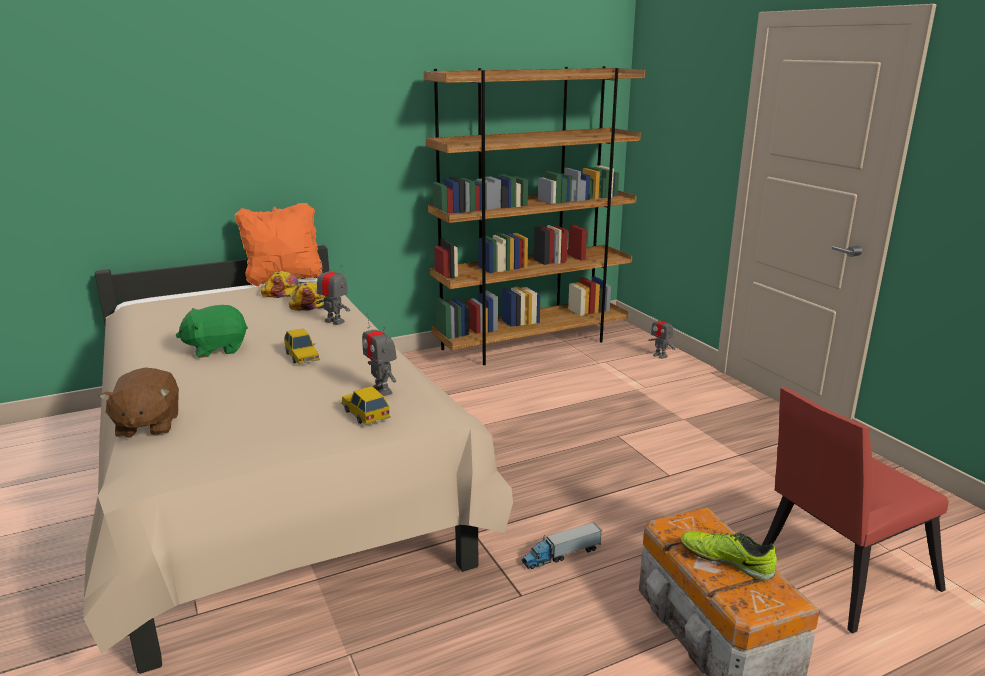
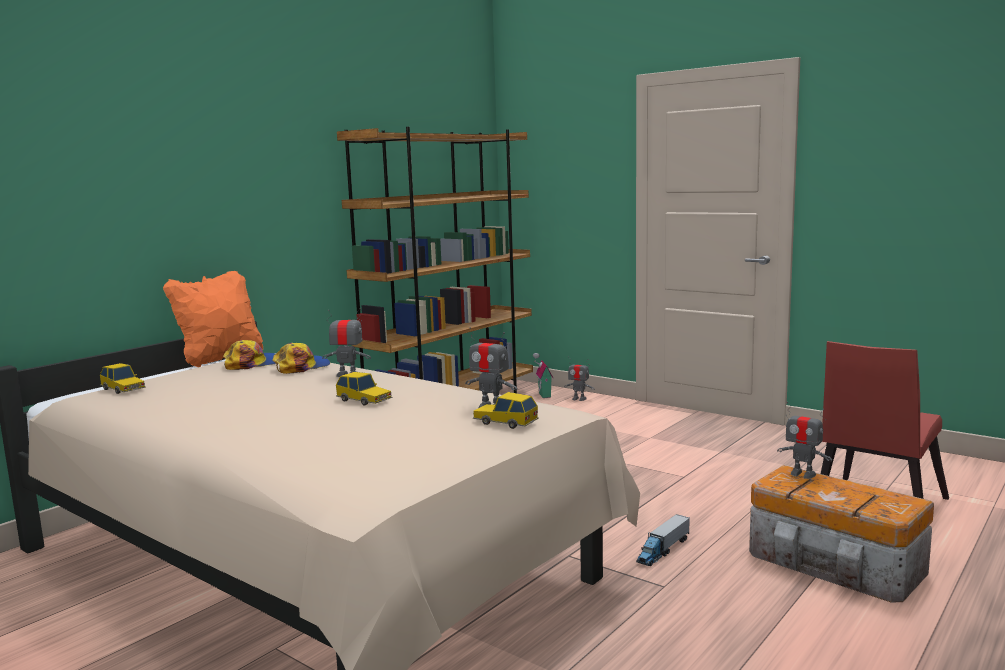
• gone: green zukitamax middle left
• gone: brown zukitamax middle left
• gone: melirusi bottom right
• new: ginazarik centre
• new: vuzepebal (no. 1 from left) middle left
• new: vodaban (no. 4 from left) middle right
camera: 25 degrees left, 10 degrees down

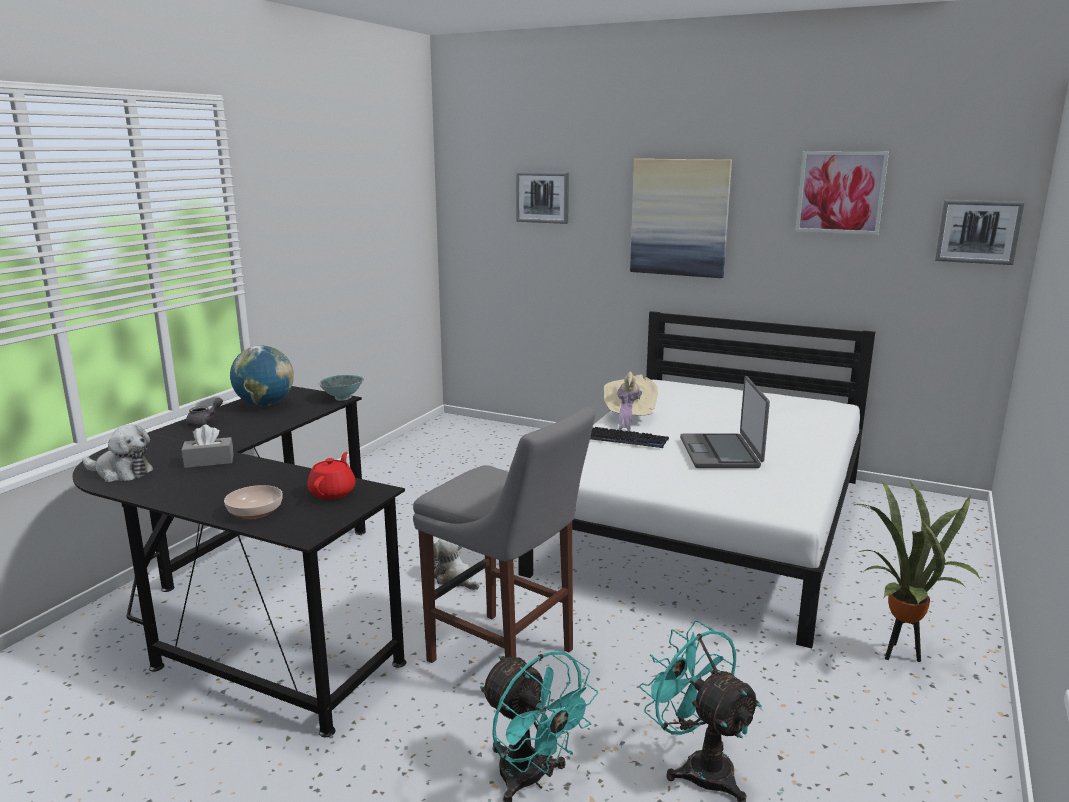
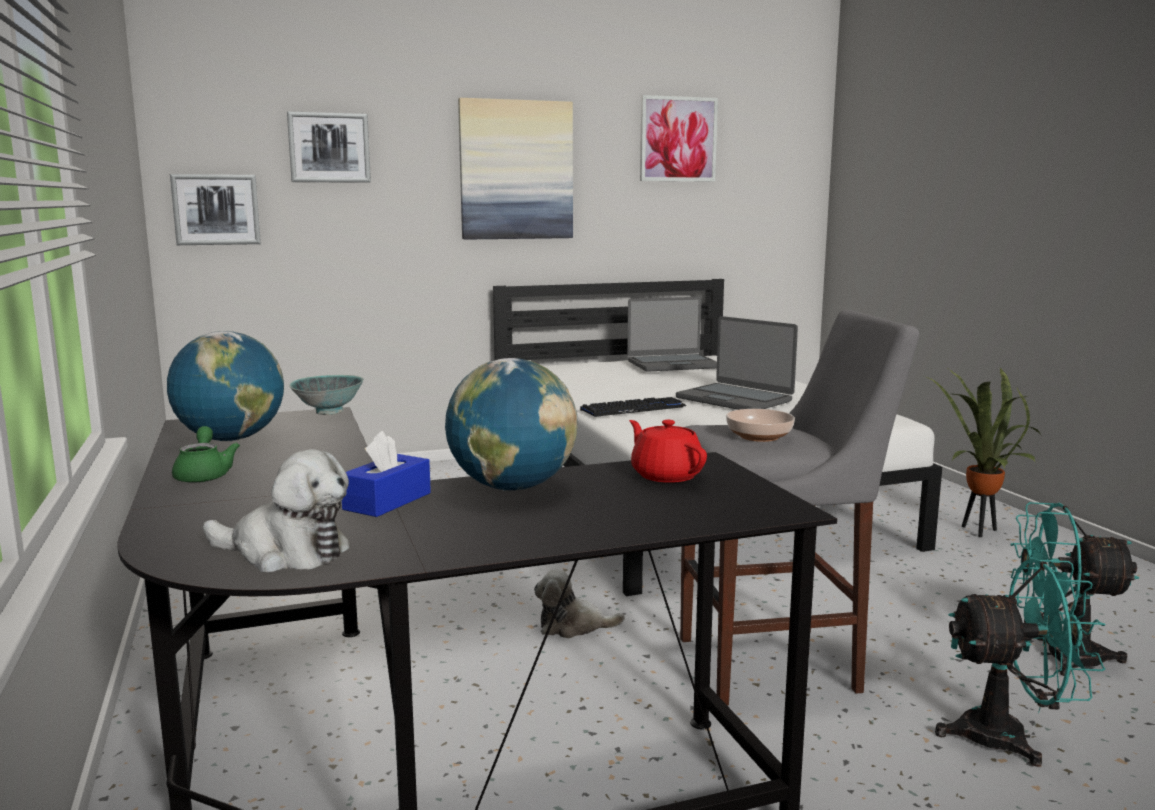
• shifted: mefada (no. 4 from left in the first image) top right to mefada (no. 1 from left) top left
• gone: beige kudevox centre
• repainted: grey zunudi middle left to green zunudi middle left
• rotated: zukitamax (no. 1 from left) middle left = middle left 45 degrees clockwise
• repainted: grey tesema middle left to blue tesema centre
• shifted: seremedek (no. 1 from left in the first image) middle left to seremedek (no. 2 from left) centre
• new: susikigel (no. 1 from left) centre
• new: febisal (no. 2 from left) centre
camera: 45 degrees left, 5 degrees down

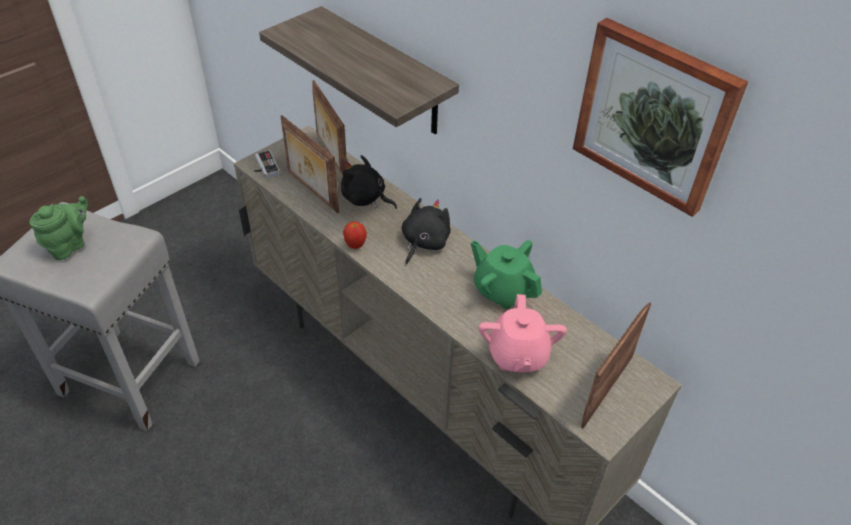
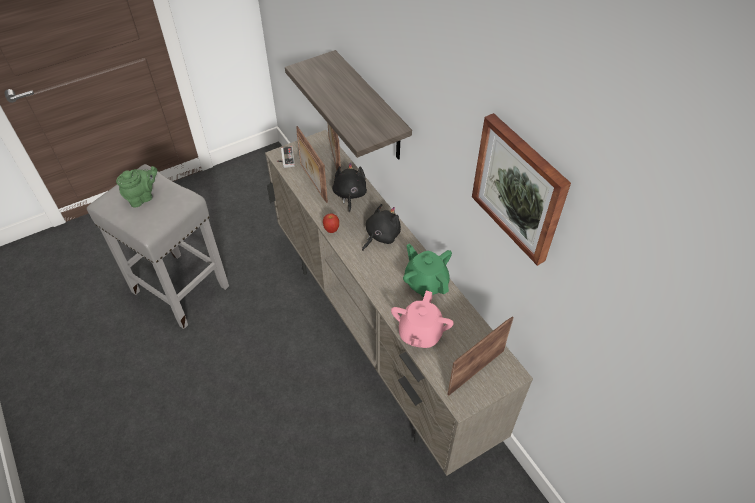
• rotated: black zukitamax (no. 1 from left) centre = centre 45 degrees clockwise
camera: 15 degrees right, 5 degrees up

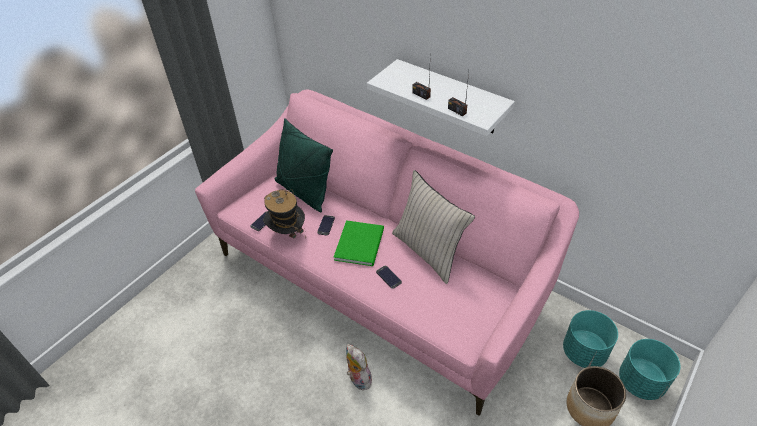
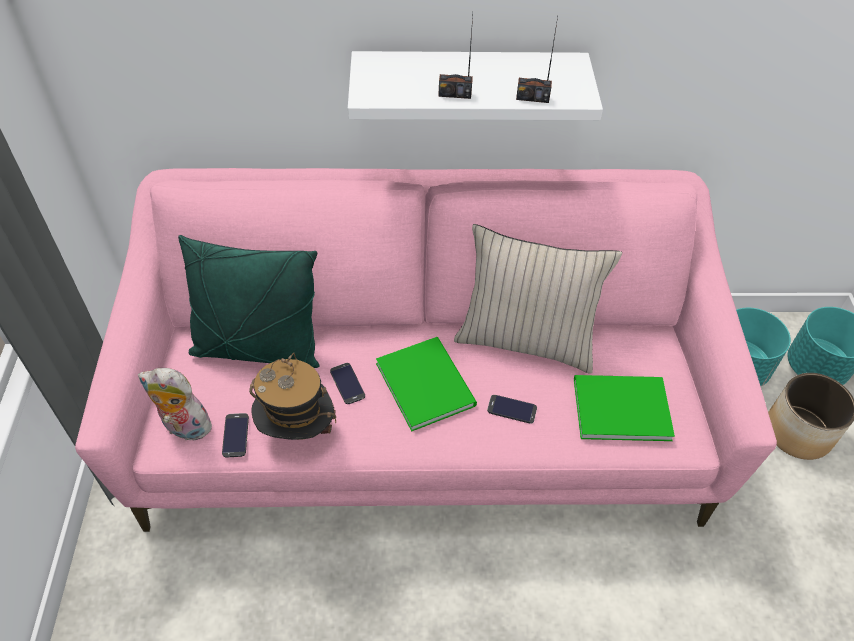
• shifted: zukitamax bottom centre to middle left
• new: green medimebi (no. 2 from left) middle right
camera: 40 degrees left, 5 degrees up

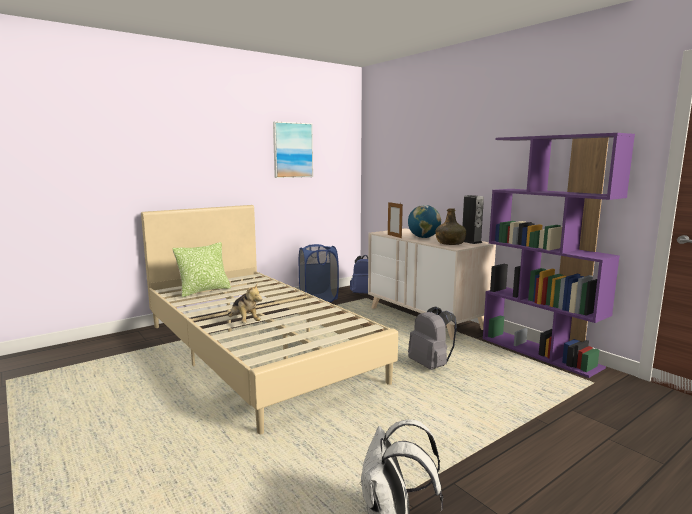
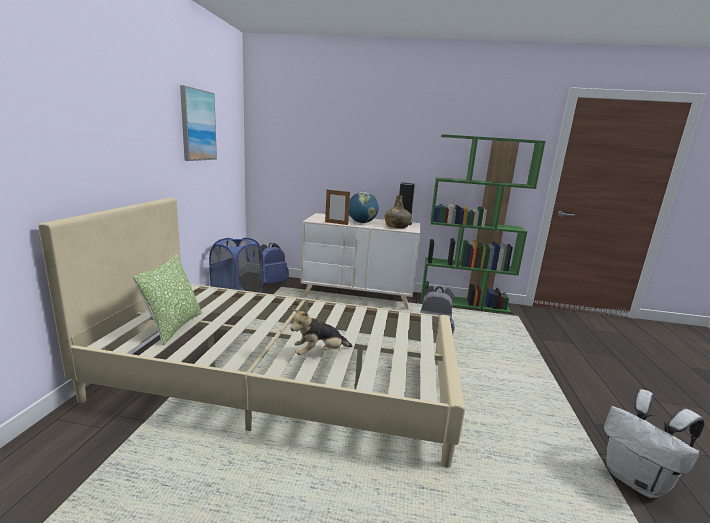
• repainted: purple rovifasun middle right to green rovifasun middle right
• rotated: zukitamax centre = centre 150 degrees clockwise
camera: 45 degrees left, 5 degrees up

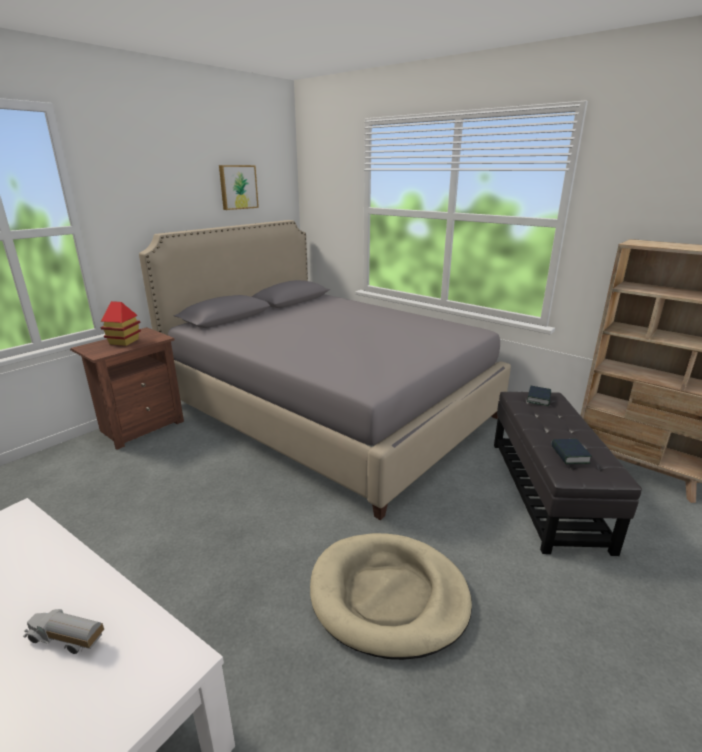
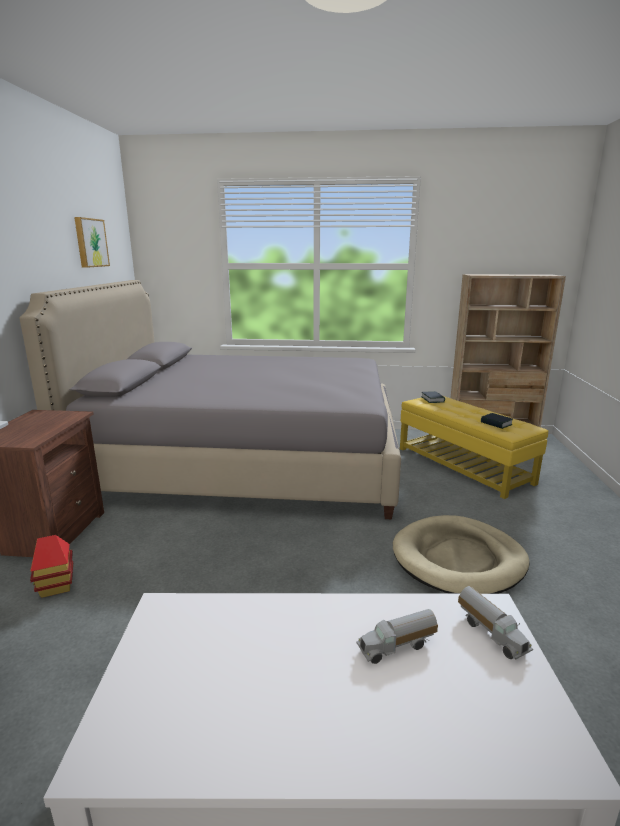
• shifted: ginazarik middle left to bottom left
• repainted: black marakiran middle right to yellow marakiran middle right
• new: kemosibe (no. 2 from left) bottom right
camera: 35 degrees left, 5 degrees down

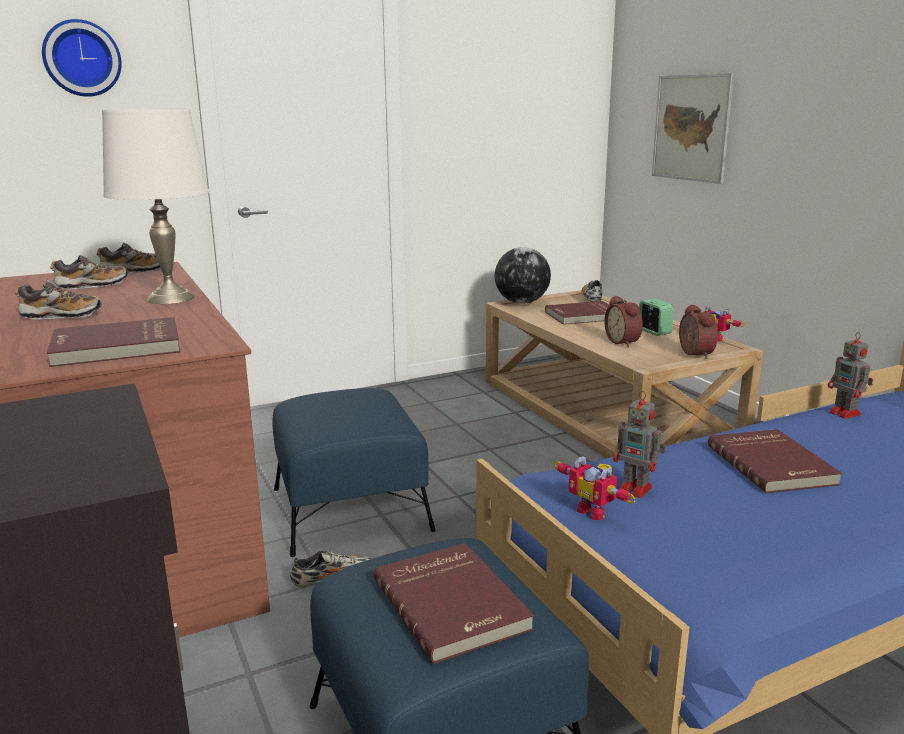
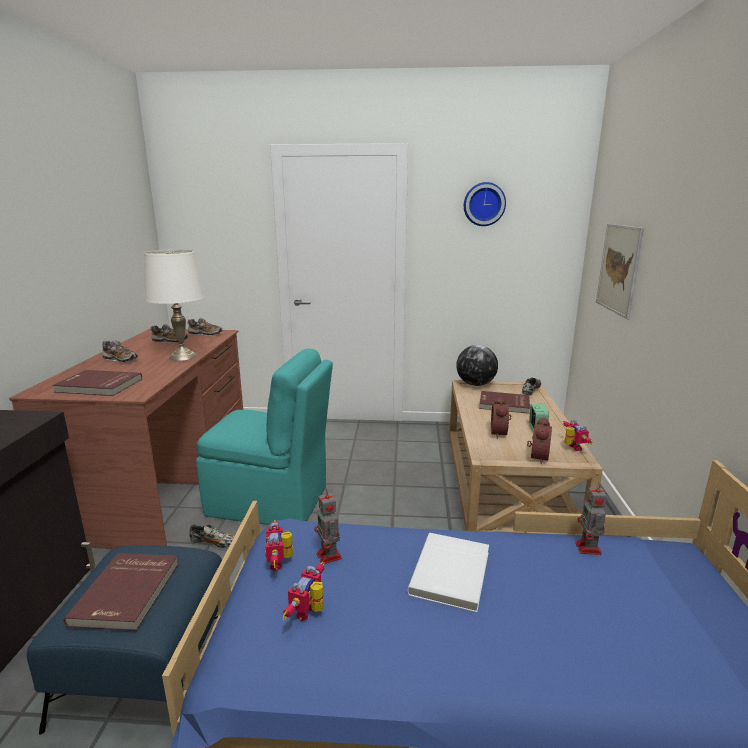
• shifted: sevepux top left to top centre
• swapped: blue marakiran (no. 1 from left) centre to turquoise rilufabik centre
• repainted: red medimebi (no. 4 from left) middle right to white medimebi bottom centre
• new: vodaban (no. 2 from left) bottom centre
camera: 30 degrees right, 0 degrees up

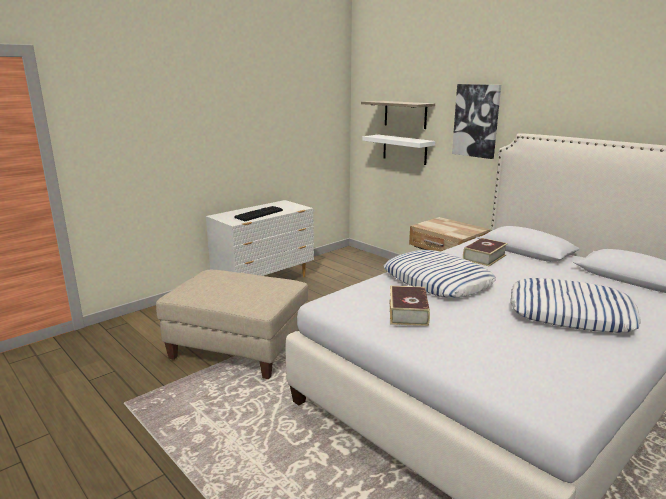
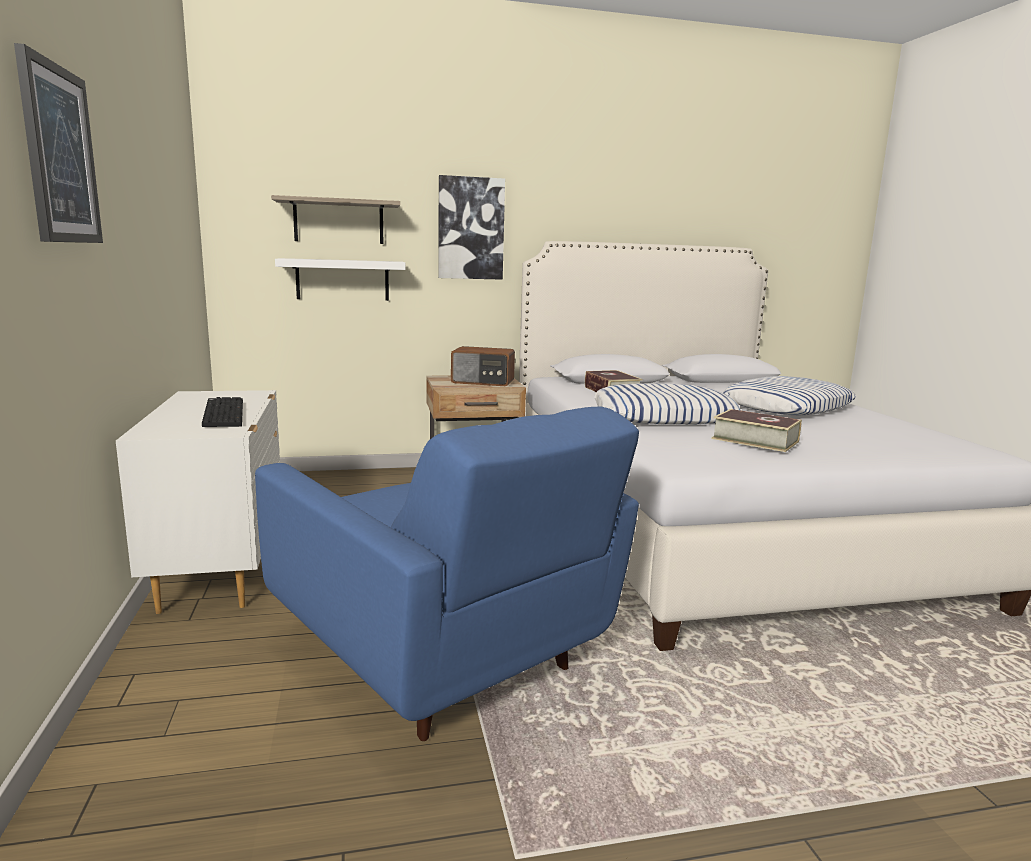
• swapped: beige marakiran centre to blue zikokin centre
• new: mefada (no. 1 from left) top left
• new: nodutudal centre
camera: 60 degrees left, 5 degrees down

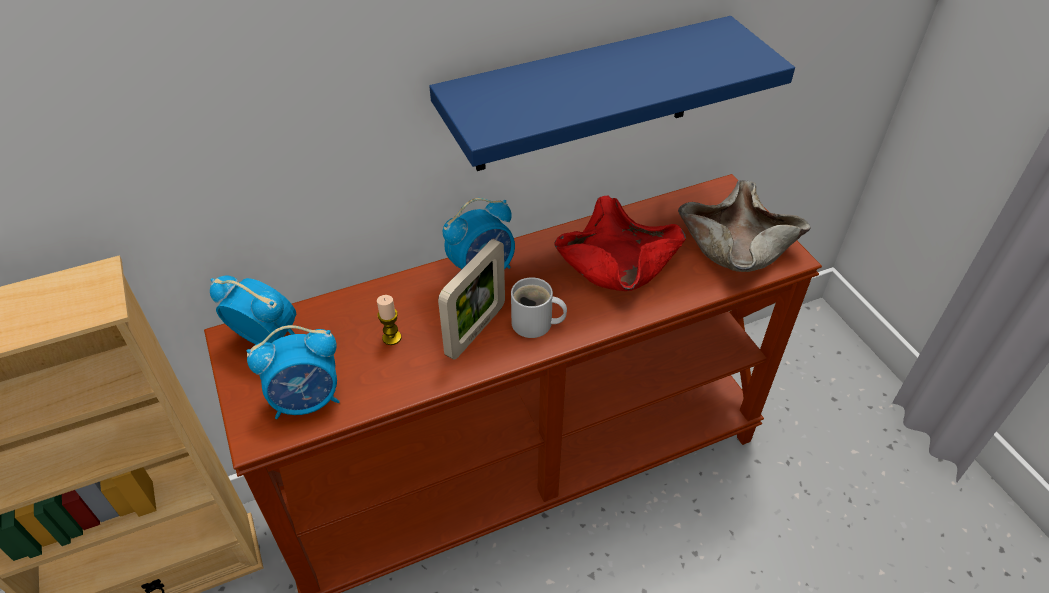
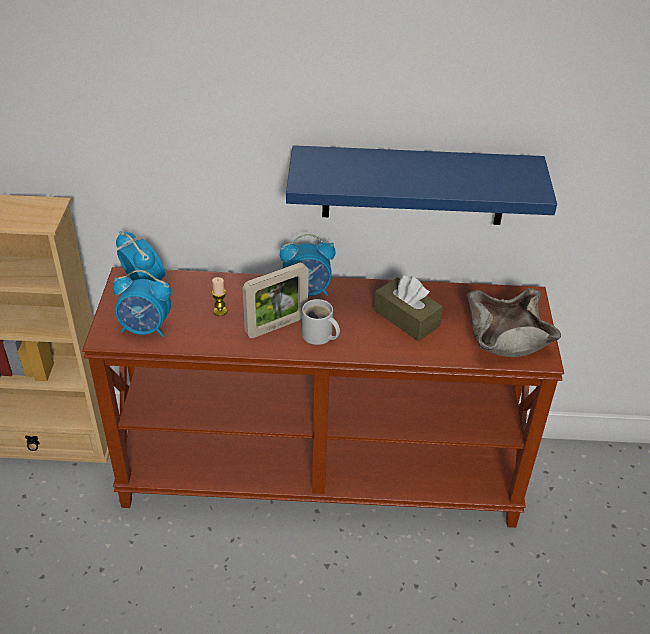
• swapped: red seremedek centre to brown tesema centre
camera: 25 degrees right, 5 degrees down

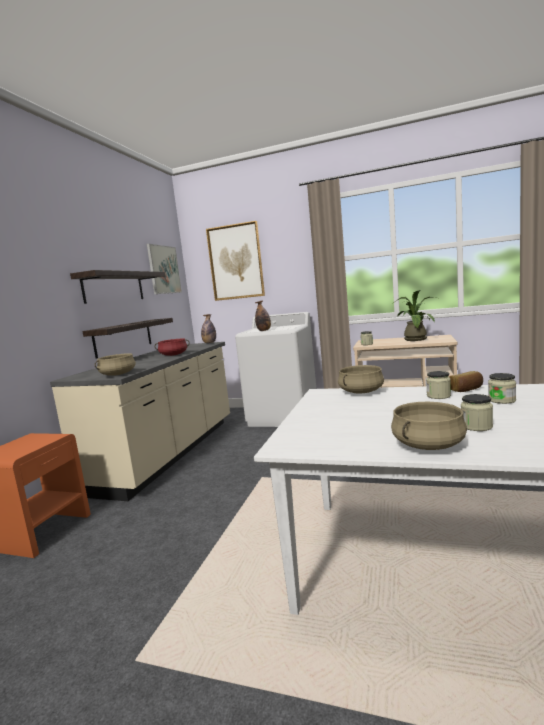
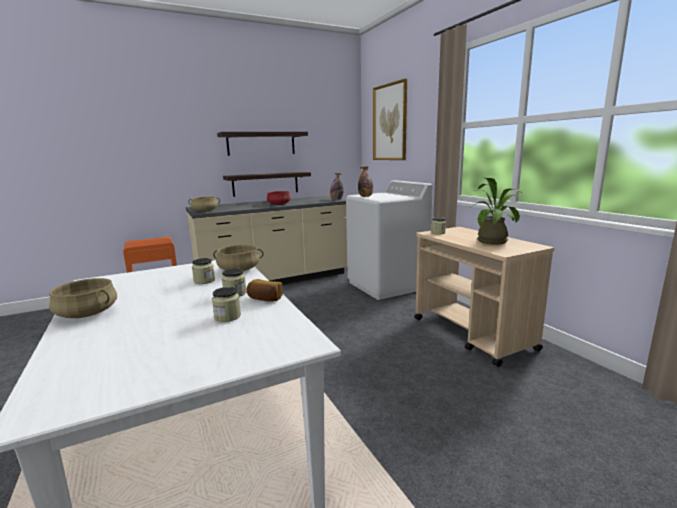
• gone: mefada (no. 1 from left) middle left
• shifted: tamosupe (no. 3 from left in the first image) middle right to tamosupe (no. 1 from left) middle left
camera: 45 degrees right, 5 degrees up

